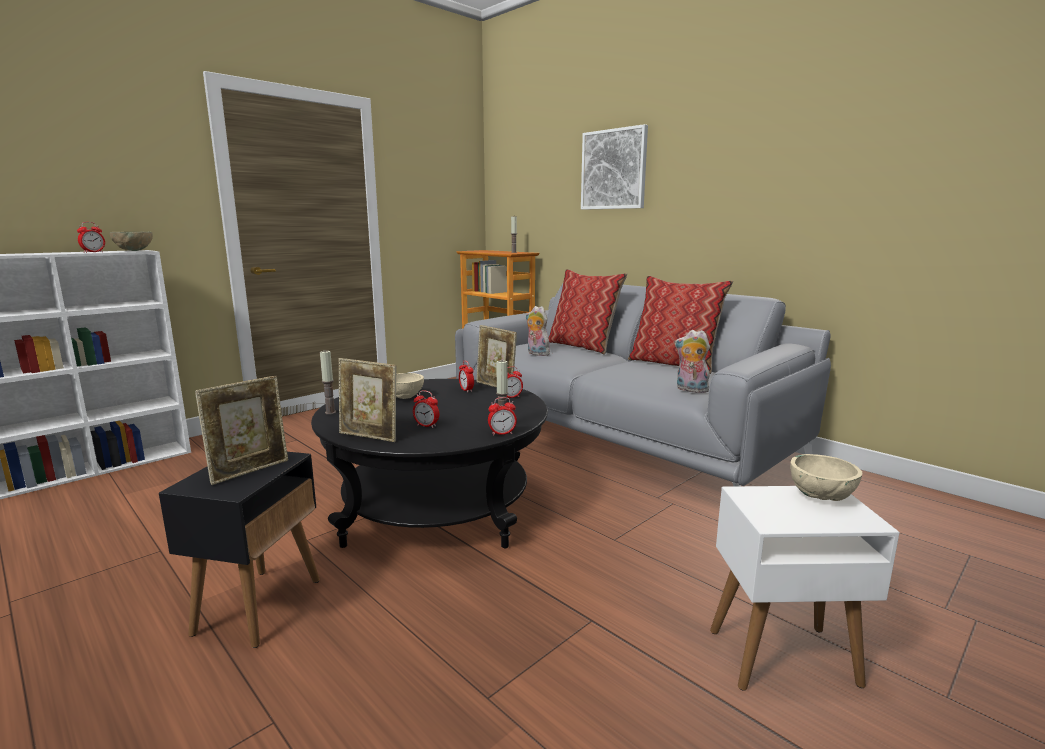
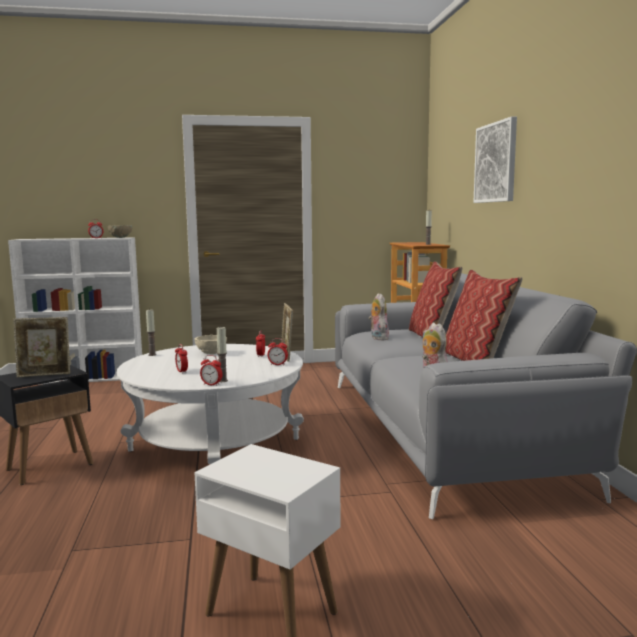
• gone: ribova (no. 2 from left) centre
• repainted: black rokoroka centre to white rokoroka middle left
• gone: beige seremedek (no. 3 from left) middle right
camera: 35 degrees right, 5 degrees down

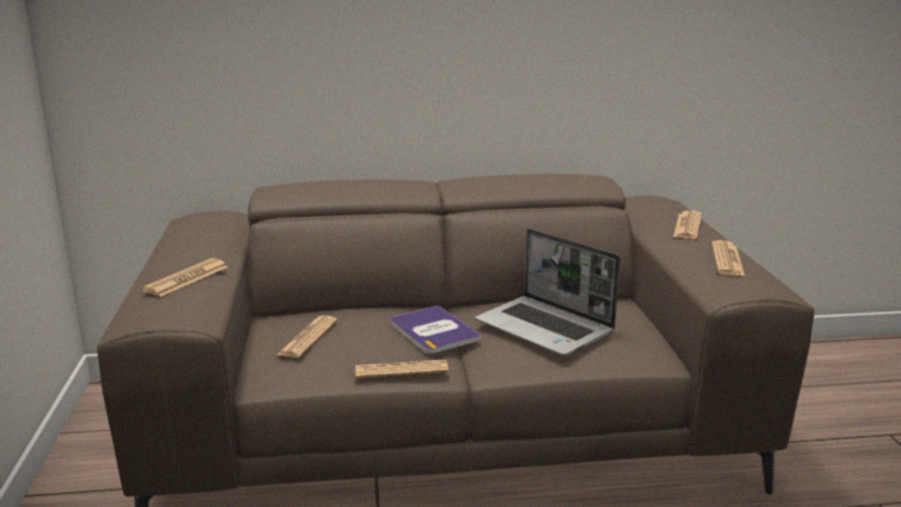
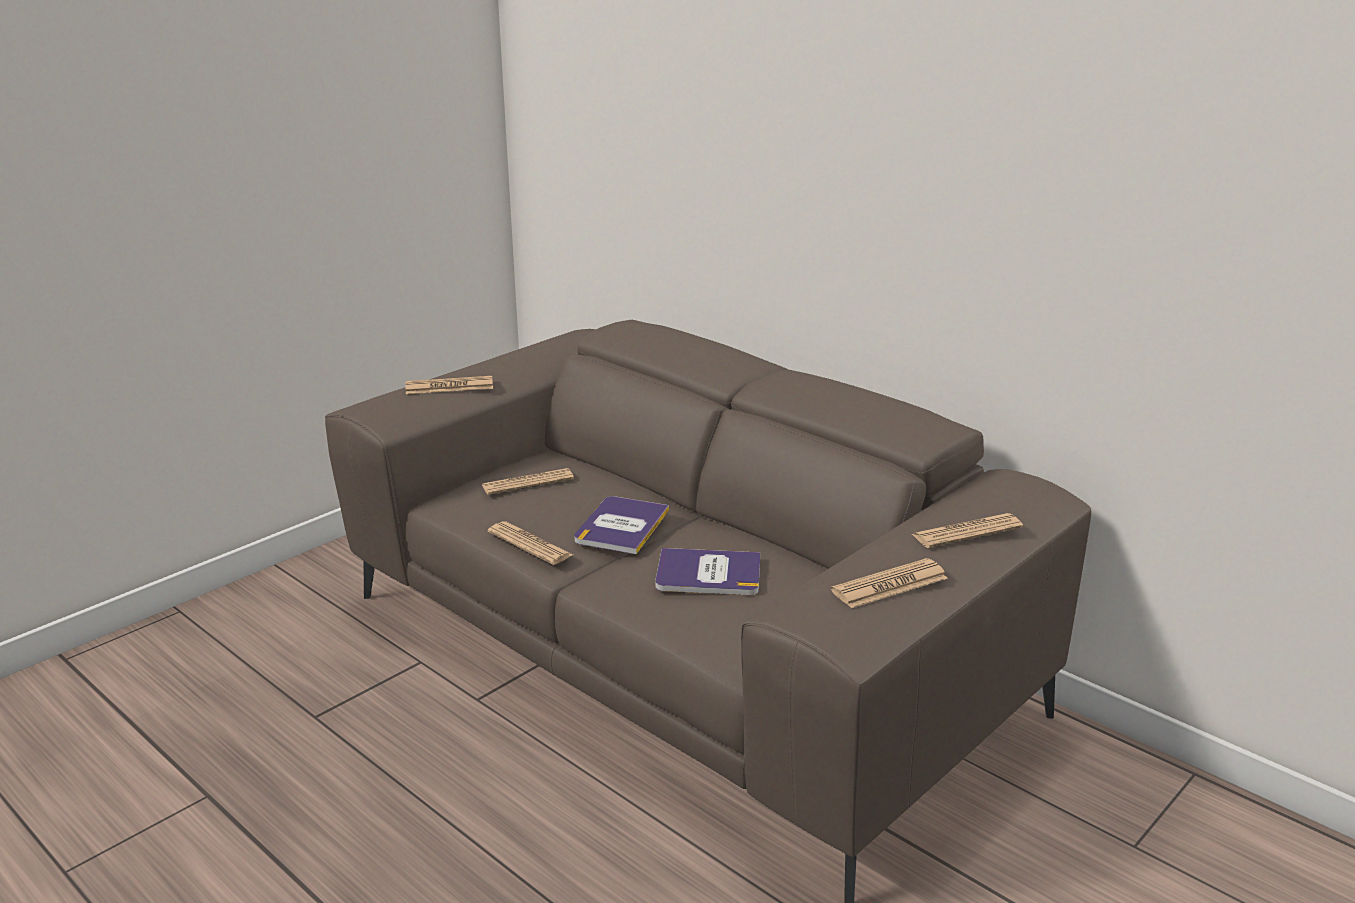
• swapped: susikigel centre to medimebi (no. 2 from left) centre
camera: 50 degrees right, 5 degrees up

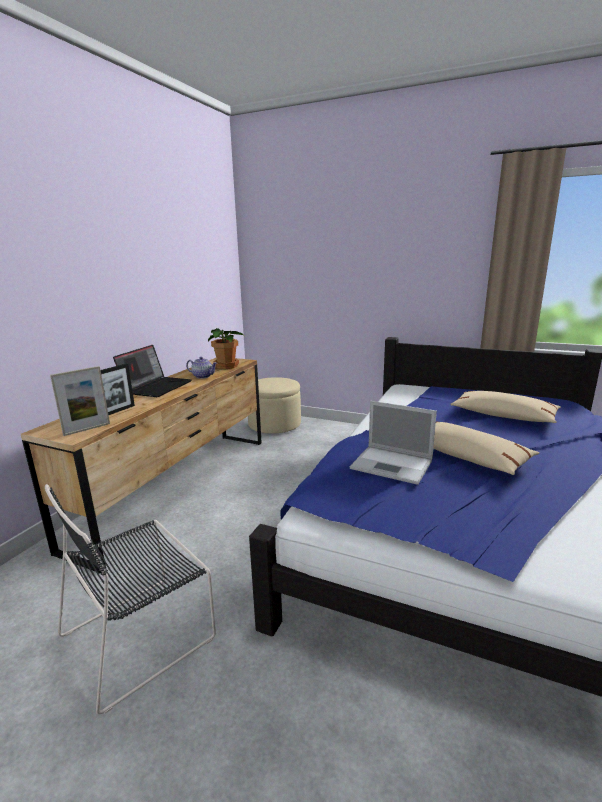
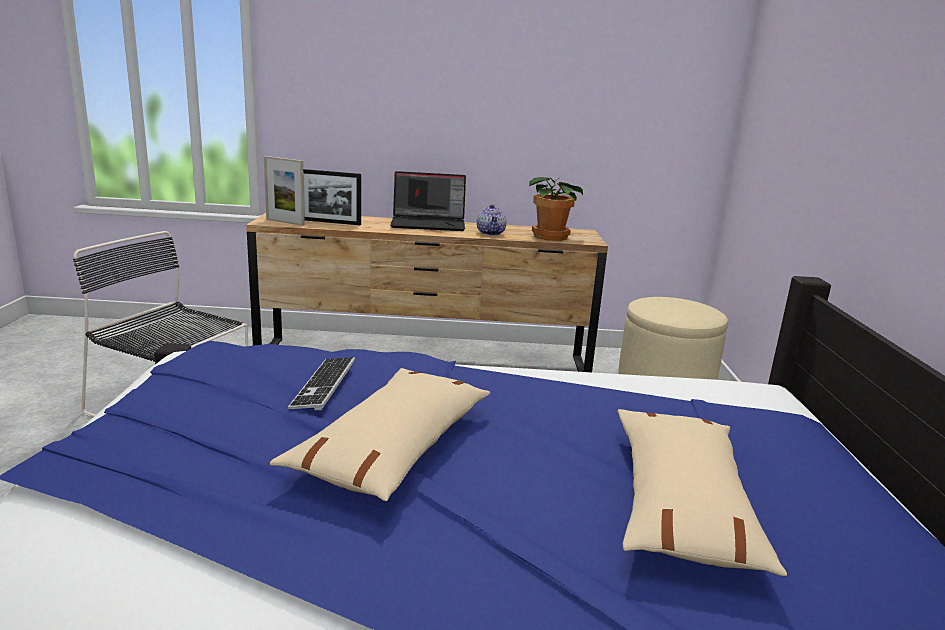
• swapped: susikigel (no. 2 from left) centre to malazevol centre
camera: 65 degrees right, 0 degrees up

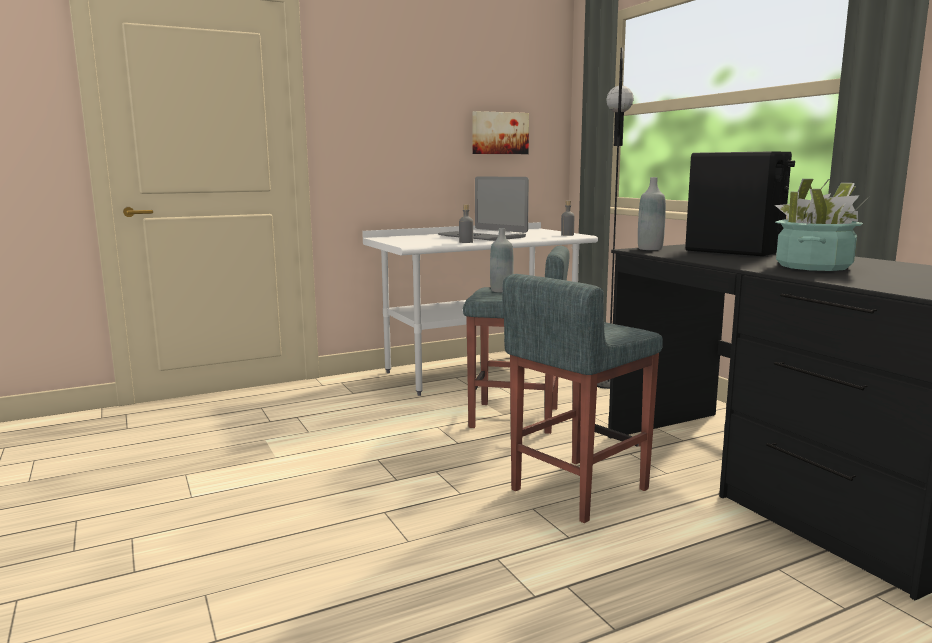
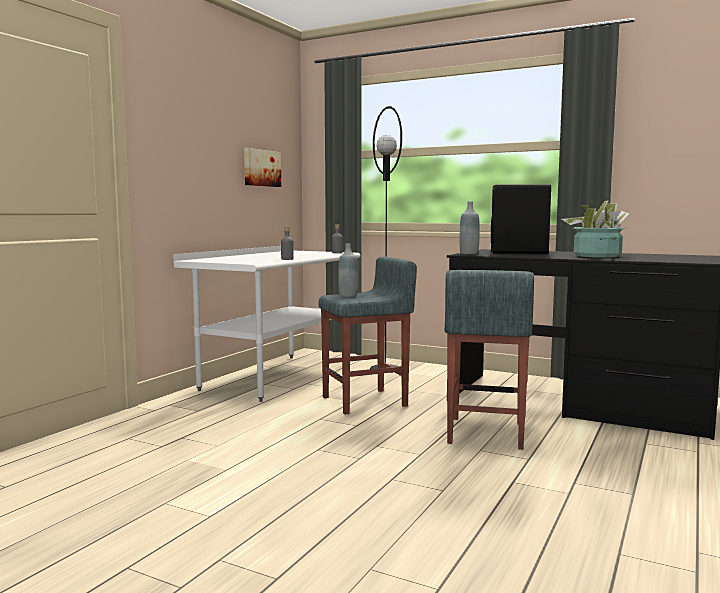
• gone: susikigel top centre
camera: 35 degrees left, 5 degrees down

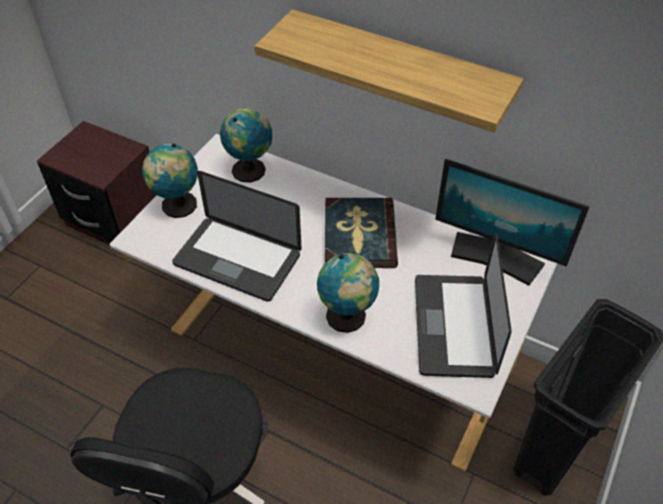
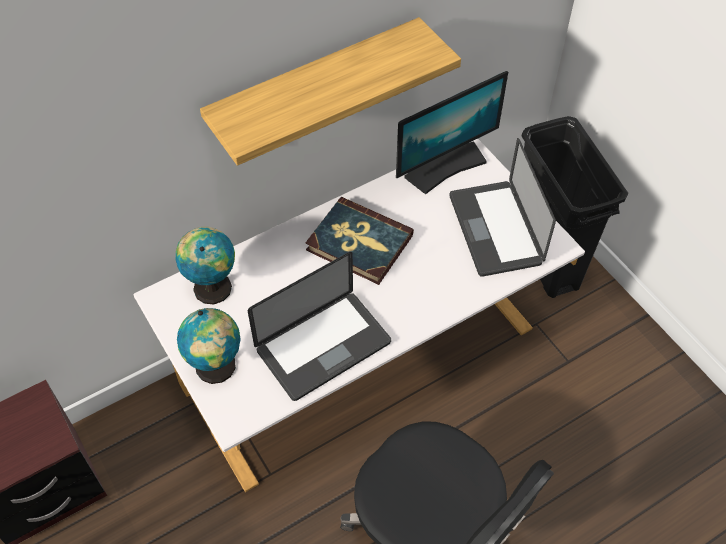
• rotated: susikigel (no. 2 from left) middle right = middle right 45 degrees clockwise
• gone: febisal (no. 3 from left) centre
camera: 60 degrees left, 5 degrees up

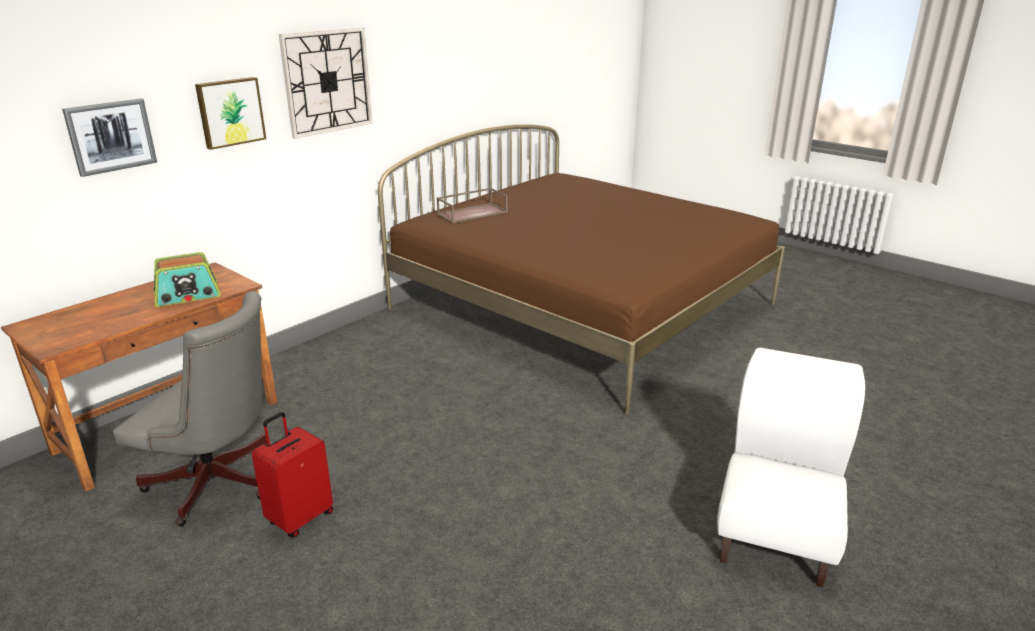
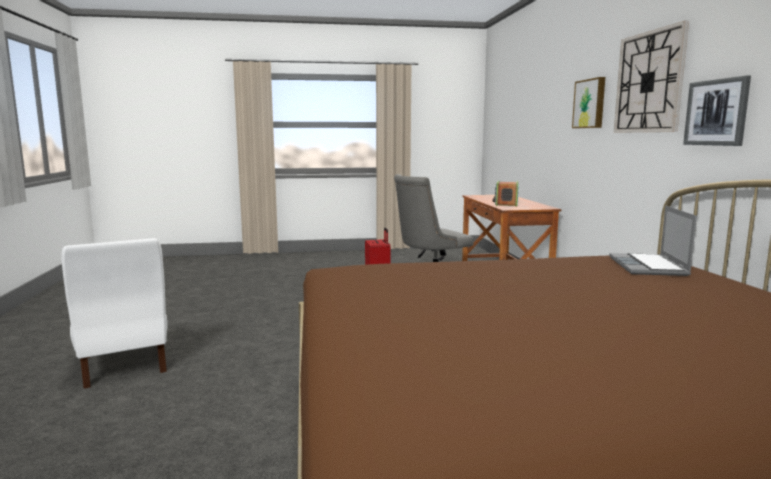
• shifted: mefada (no. 1 from left in the first image) top left to mefada (no. 2 from left) top right
• swapped: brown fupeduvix top centre to susikigel middle right
camera: 130 degrees right, 15 degrees down

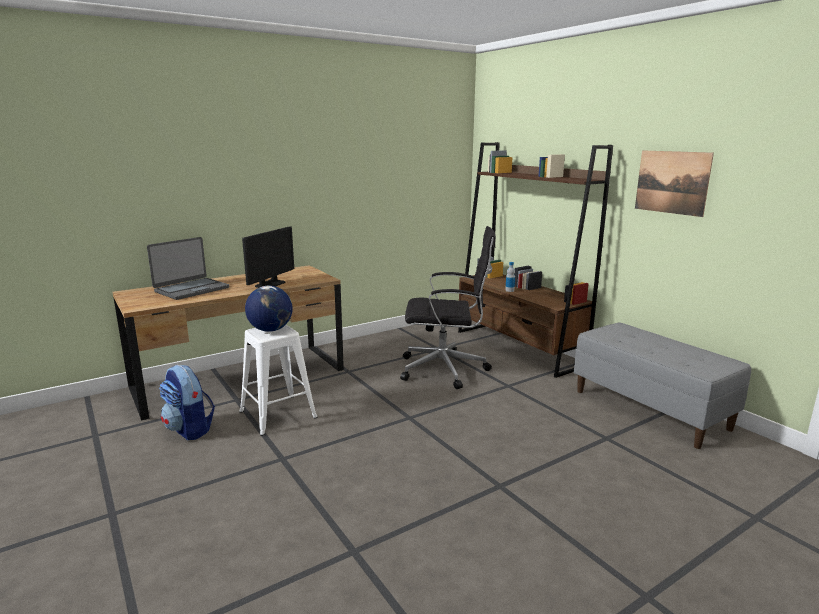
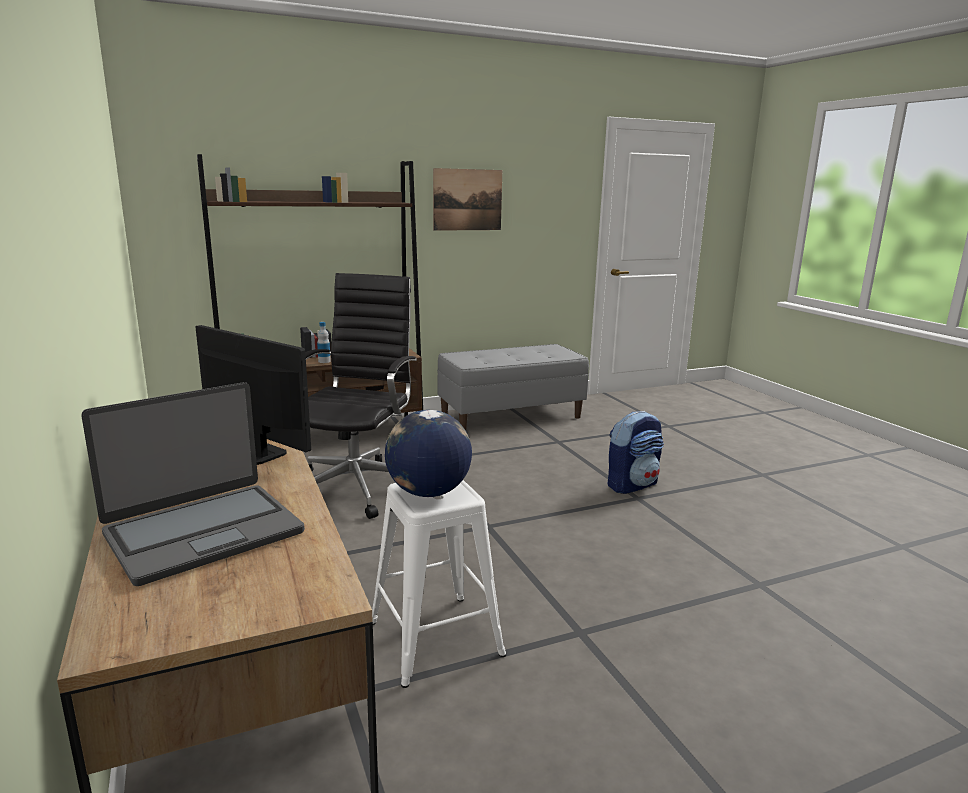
• rotated: susikigel middle left = middle left 90 degrees clockwise
• shifted: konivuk middle left to centre
camera: 80 degrees left, 0 degrees up

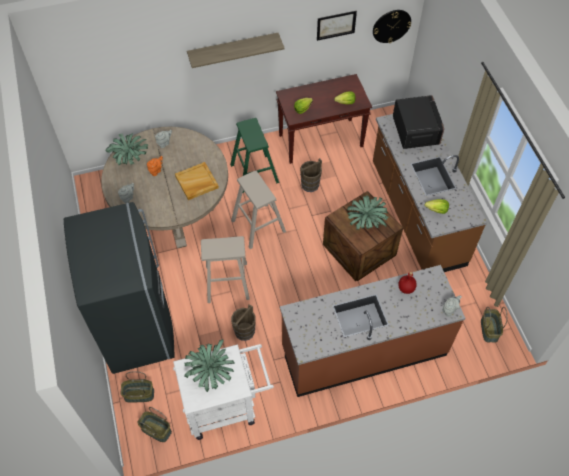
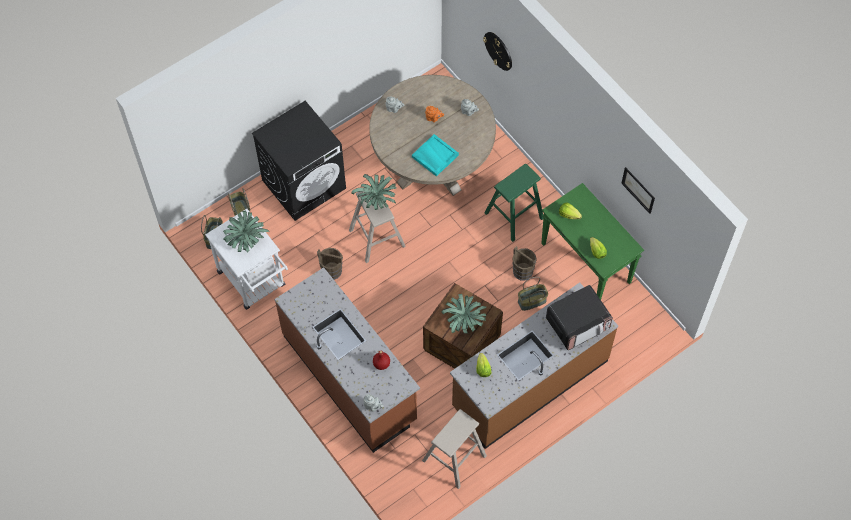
• shifted: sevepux top right to top centre
• gone: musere top centre
• repainted: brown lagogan top centre to green lagogan middle right
• shifted: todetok (no. 1 from left in the first image) top left to todetok (no. 2 from left) centre
• repainted: beige fupeduvix centre to turquoise fupeduvix top centre
• shifted: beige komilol (no. 2 from left) centre to bottom centre
• swapped: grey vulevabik middle left to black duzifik top centre
• shifted: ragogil (no. 3 from left) bottom right to centre
camera: 70 degrees right, 5 degrees up

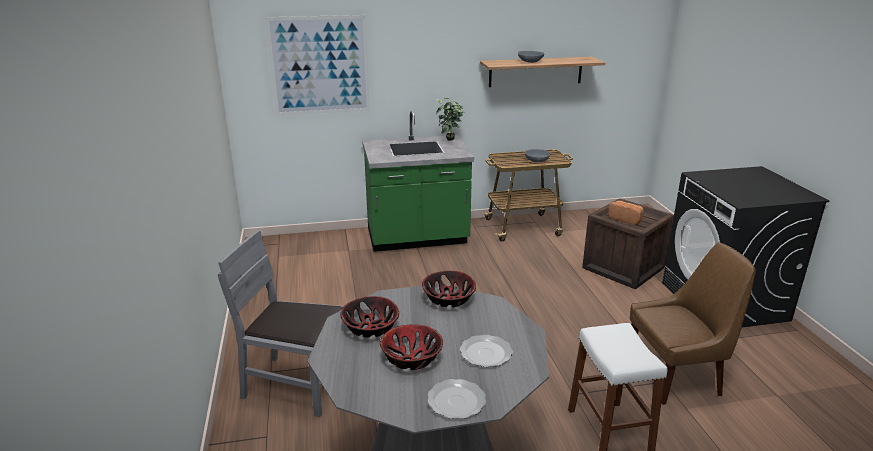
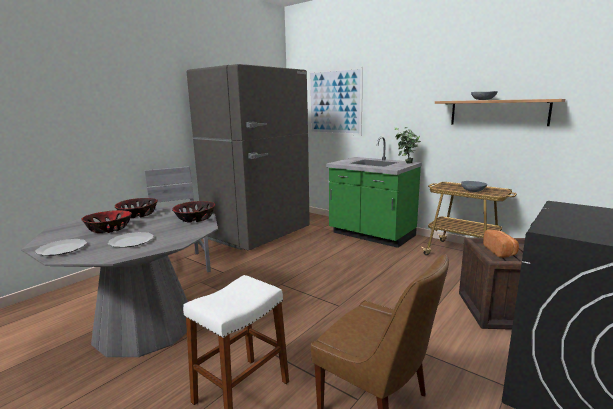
• new: grey vulevabik centre
camera: 50 degrees right, 10 degrees down

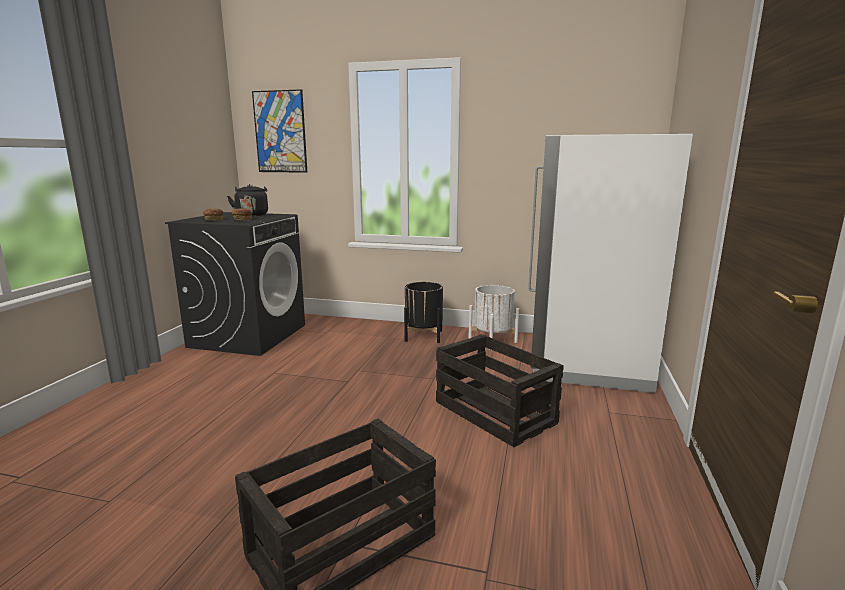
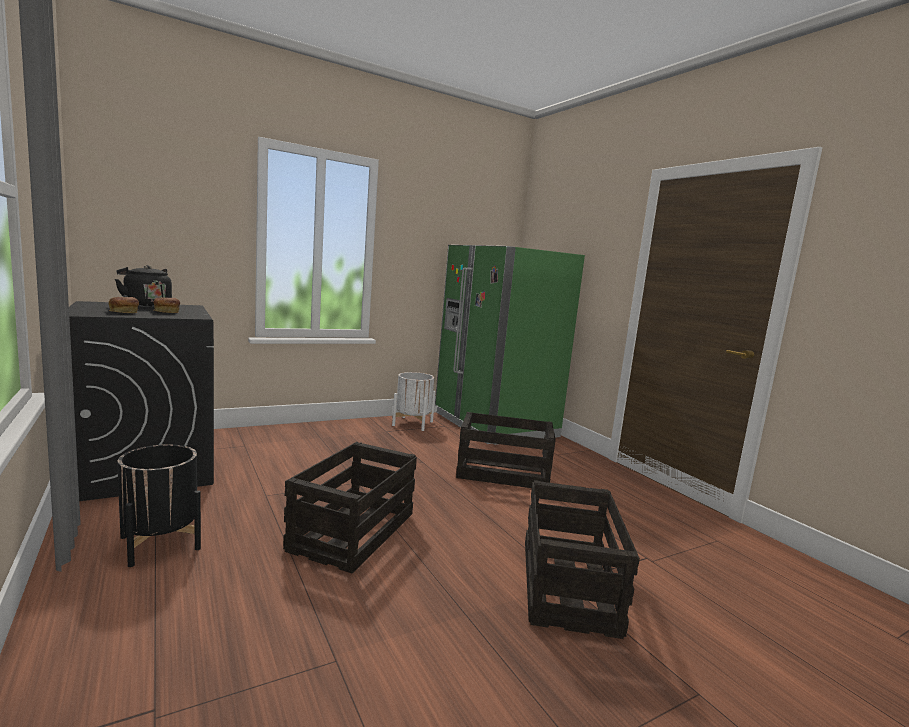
• gone: mefada top left
• repainted: white vulevabik middle right to green vulevabik centre
• shifted: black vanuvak centre to bottom left
• new: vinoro (no. 1 from left) bottom centre
camera: 45 degrees left, 5 degrees down

